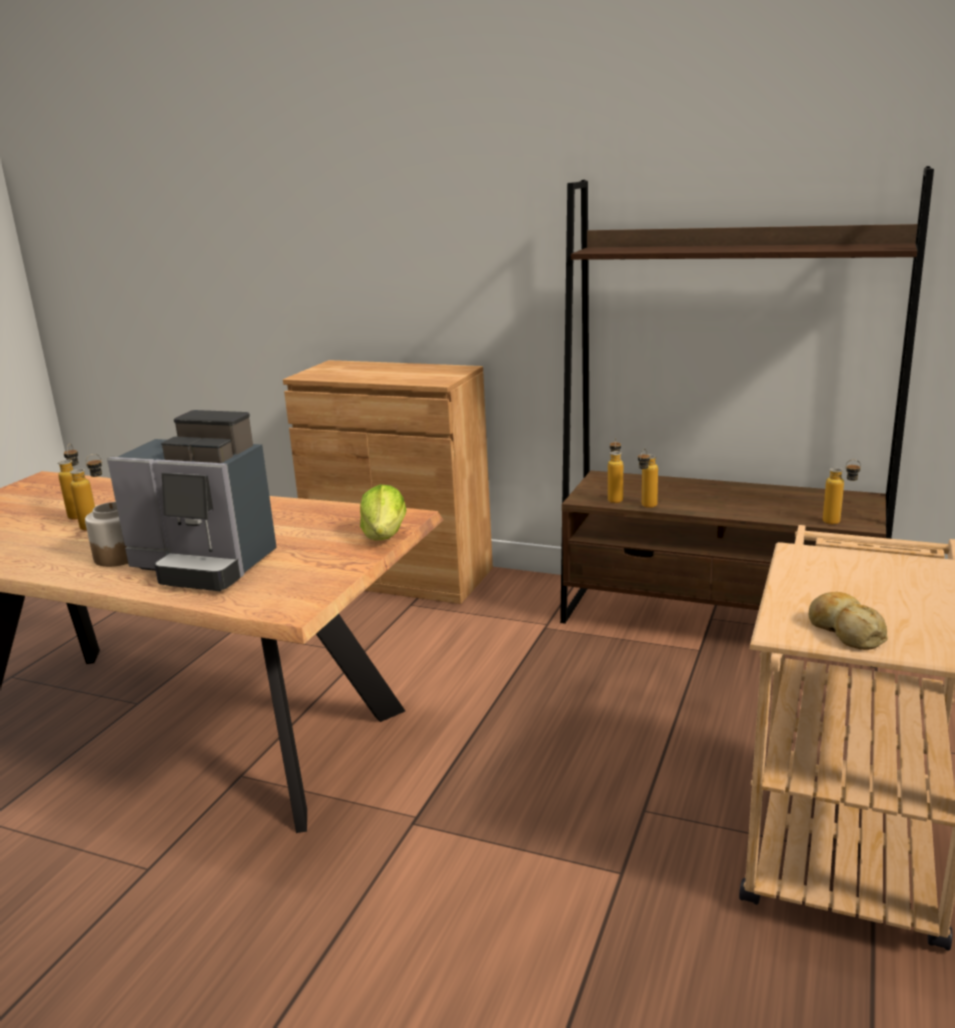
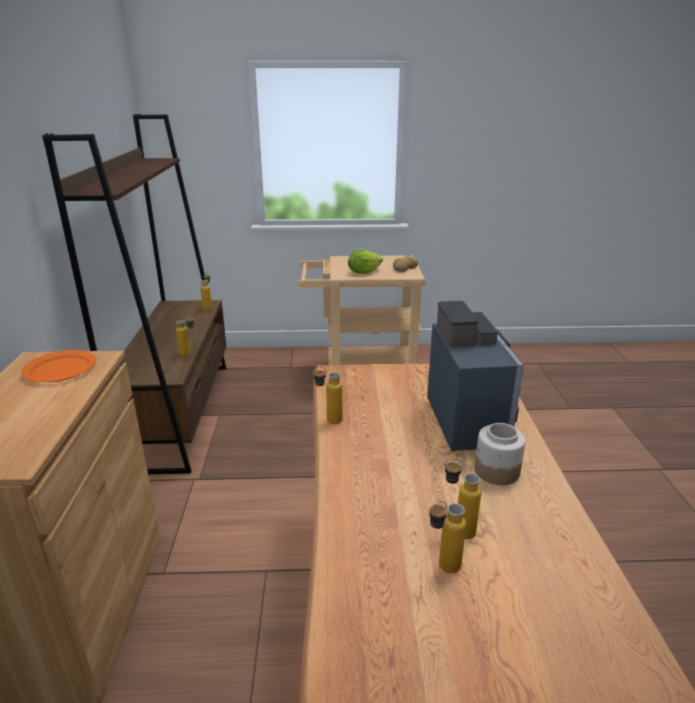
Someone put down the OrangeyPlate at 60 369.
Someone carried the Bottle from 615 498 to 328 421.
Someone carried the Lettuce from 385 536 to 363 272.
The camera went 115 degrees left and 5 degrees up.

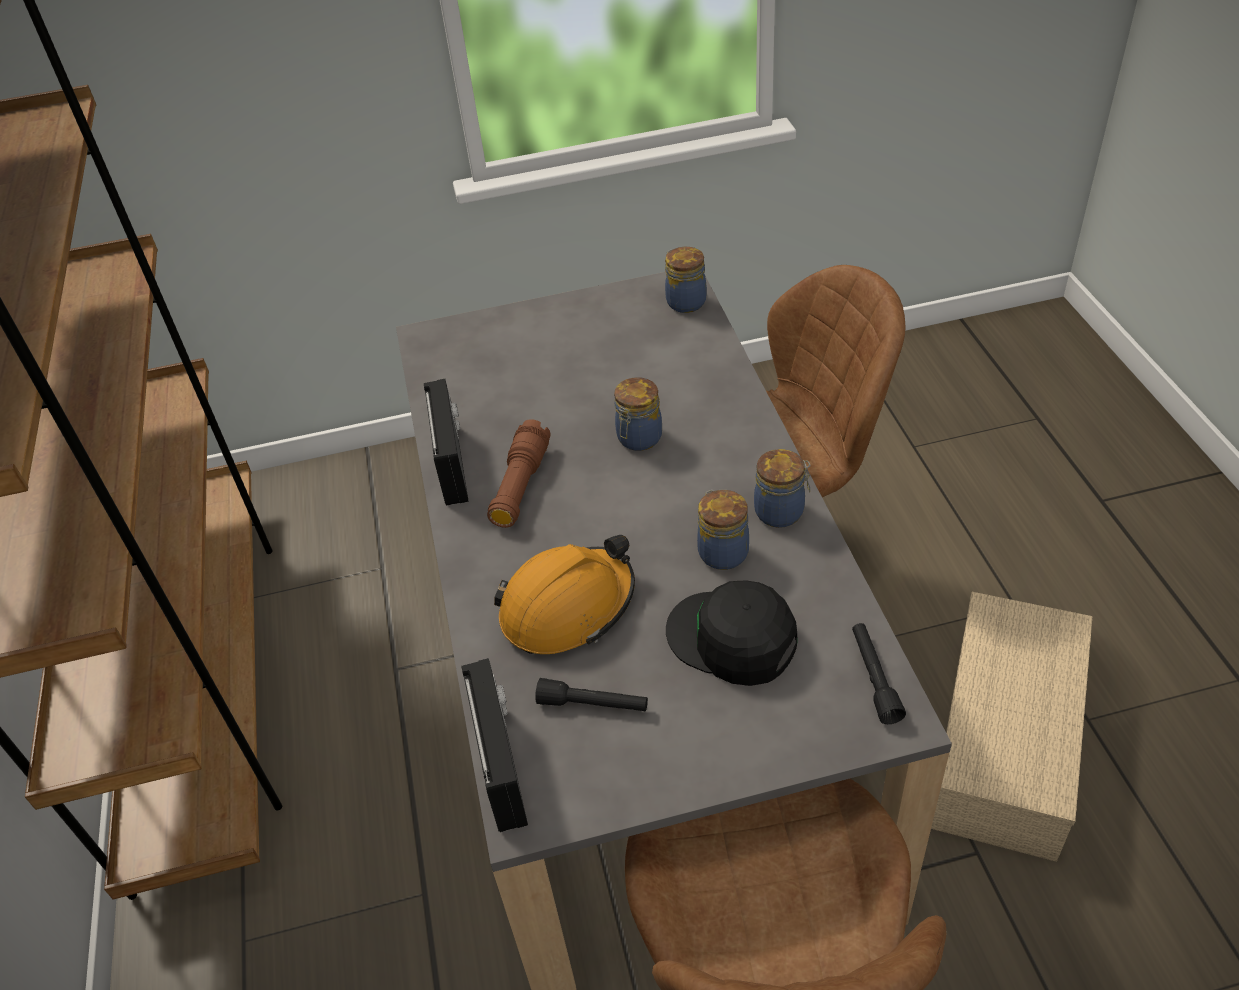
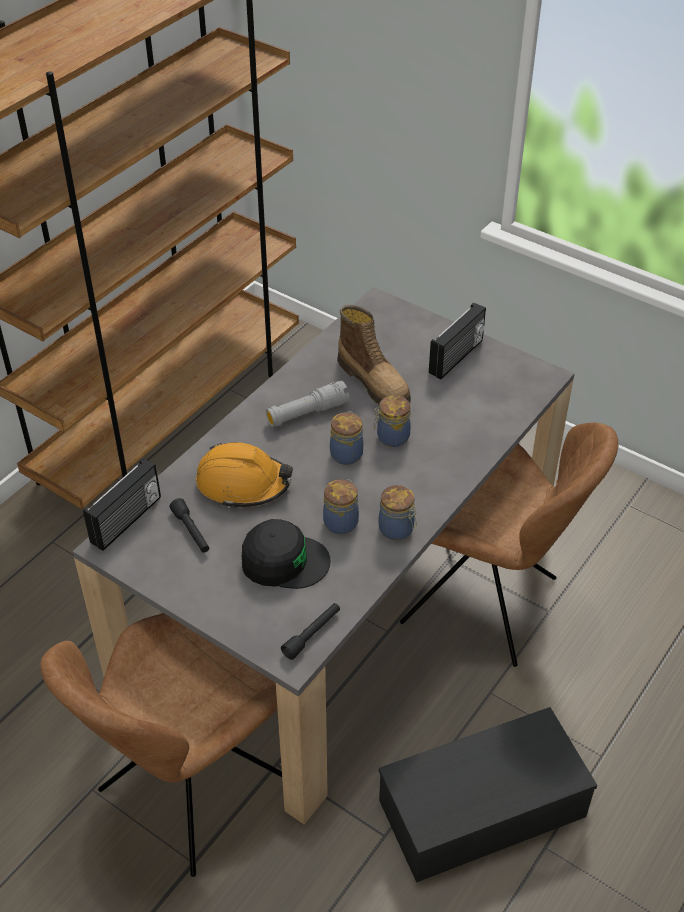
Someone rotated the BlackishCap at 732 639 by 105 degrees clockwise.
Someone repainted the BrownishTorch at 520 485, which became the GreyTorch at 307 413.
Someone carried the StorageJar from 685 301 to 346 453.
Someone put down the HighTopBoot at 375 382.
Someone repainted the SandColouredStorageBin at 1008 745, which became the BlackishStorageBin at 480 811.
Someone carried the RadioReceiver from 454 464 to 457 357.
The camera went 45 degrees right and 0 degrees up.

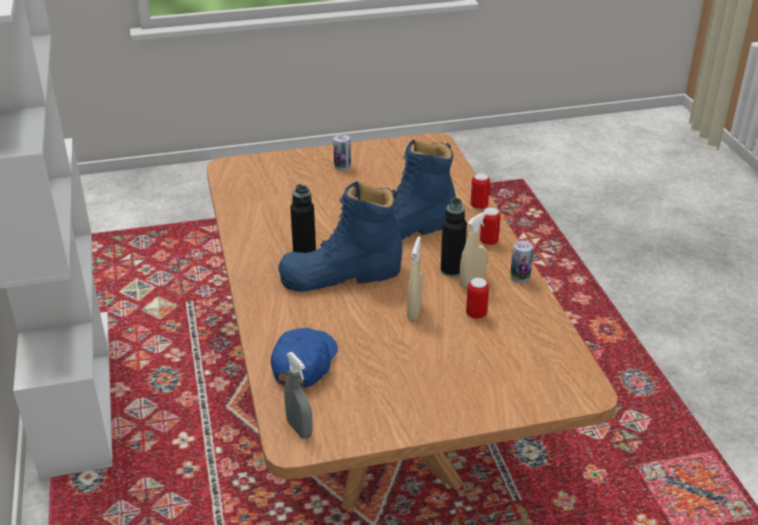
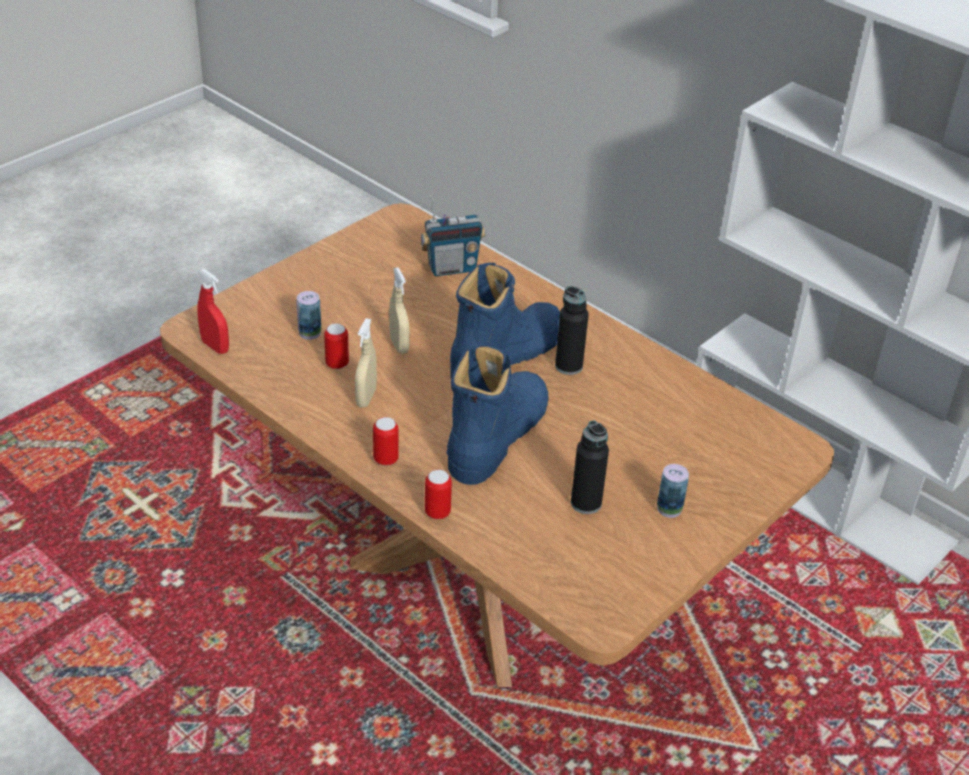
Someone put down the ReddishSprayBottle at 215 346.
Someone carried the MetalCan from 520 277 to 310 333.
Someone swapped the BlueColouredCap at 304 363 for the RadioReceiver at 452 268.
Someone carried the BlackishBottle from 452 270 to 586 503.
Someone took away the GreySprayBottle at 299 429.
The camera went 145 degrees right and 5 degrees up.

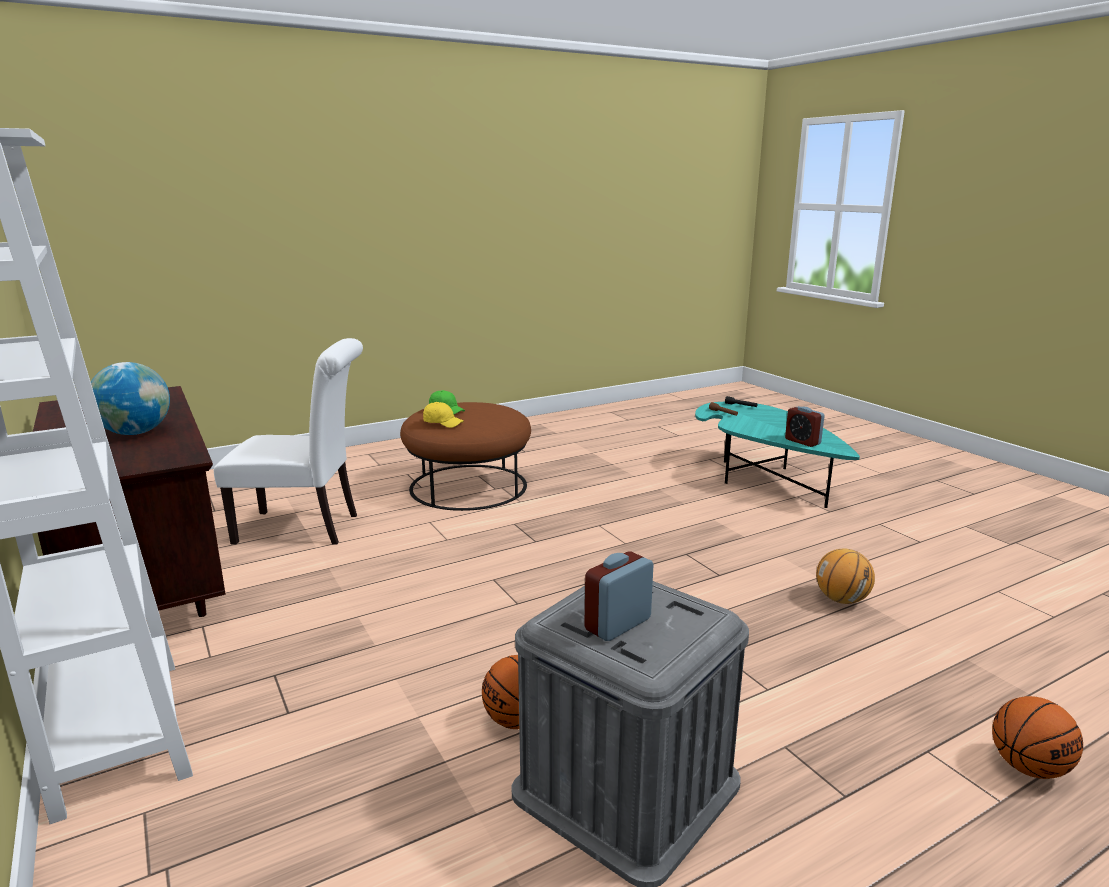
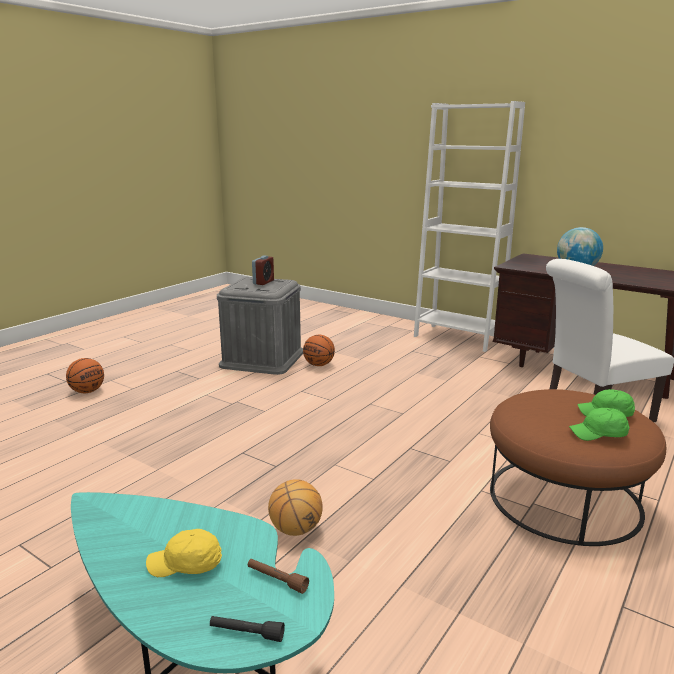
Someone carried the YellowishCap from 443 423 to 186 565.
Someone carried the BasketballBall from 842 600 to 295 530.
Someone put down the GreenCap at 599 434.
Someone took away the BedsideClock at 802 441.
The camera went 155 degrees right and 0 degrees up.

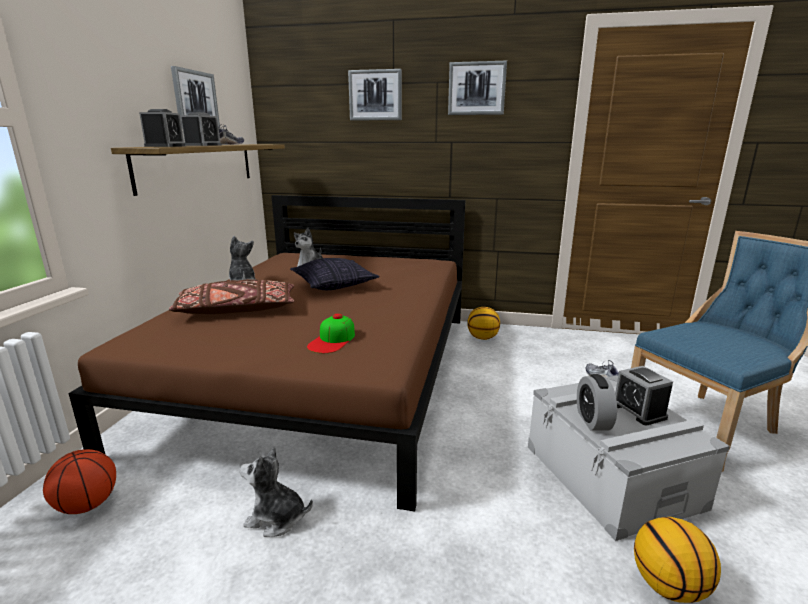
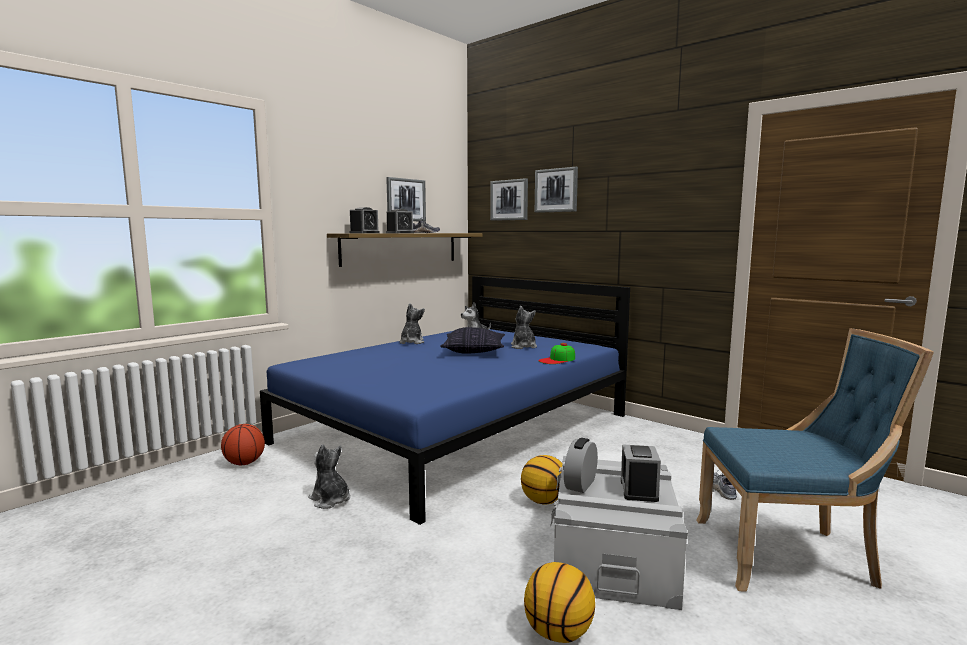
Someone repainted the BrownishBed at 326 372, which became the BlueColouredBed at 457 428.
Someone carried the WallPicture from 476 88 to 509 200.
Someone put down the CuddlyToy at 523 347.
Someone carried the BasketballBall from 482 338 to 544 501.
Someone carried the Cap from 332 340 to 557 360.
Someone took away the BrownishCushion at 237 310.
The camera went 30 degrees right and 10 degrees down.

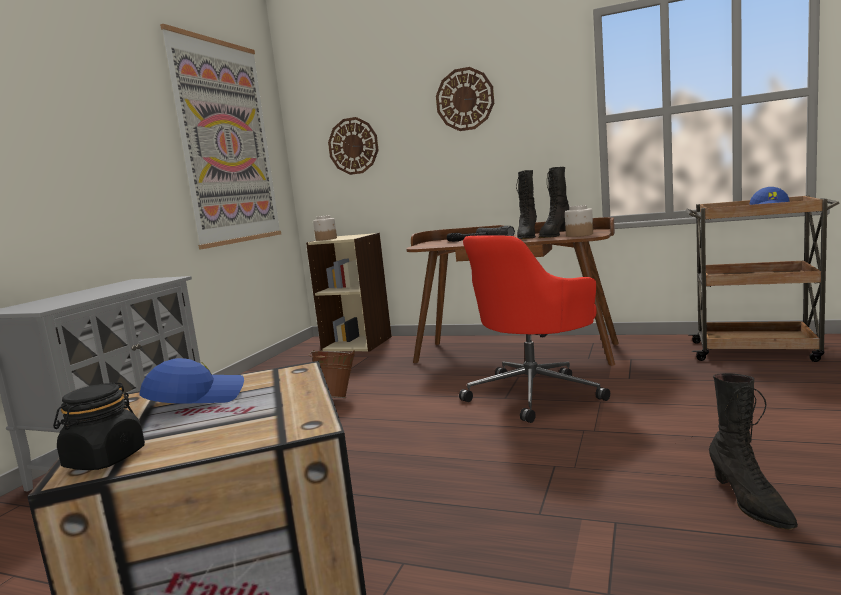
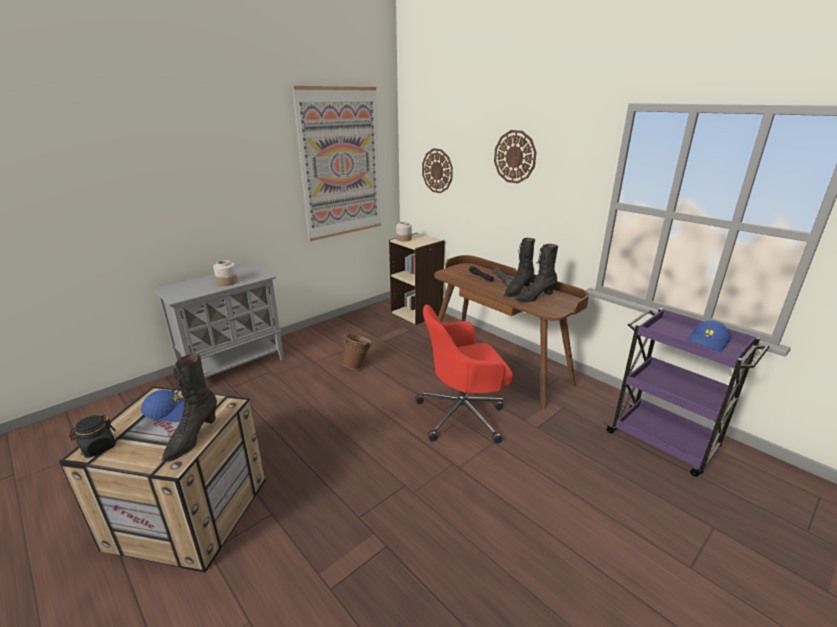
Someone carried the BlackishHighTopBoot from 749 502 to 192 438.
Someone carried the StorageJar from 579 235 to 227 282.
Someone repainted the BrownishTrolley at 756 351, which became the PurplishTrolley at 664 441.
The camera went 25 degrees right and 15 degrees up.

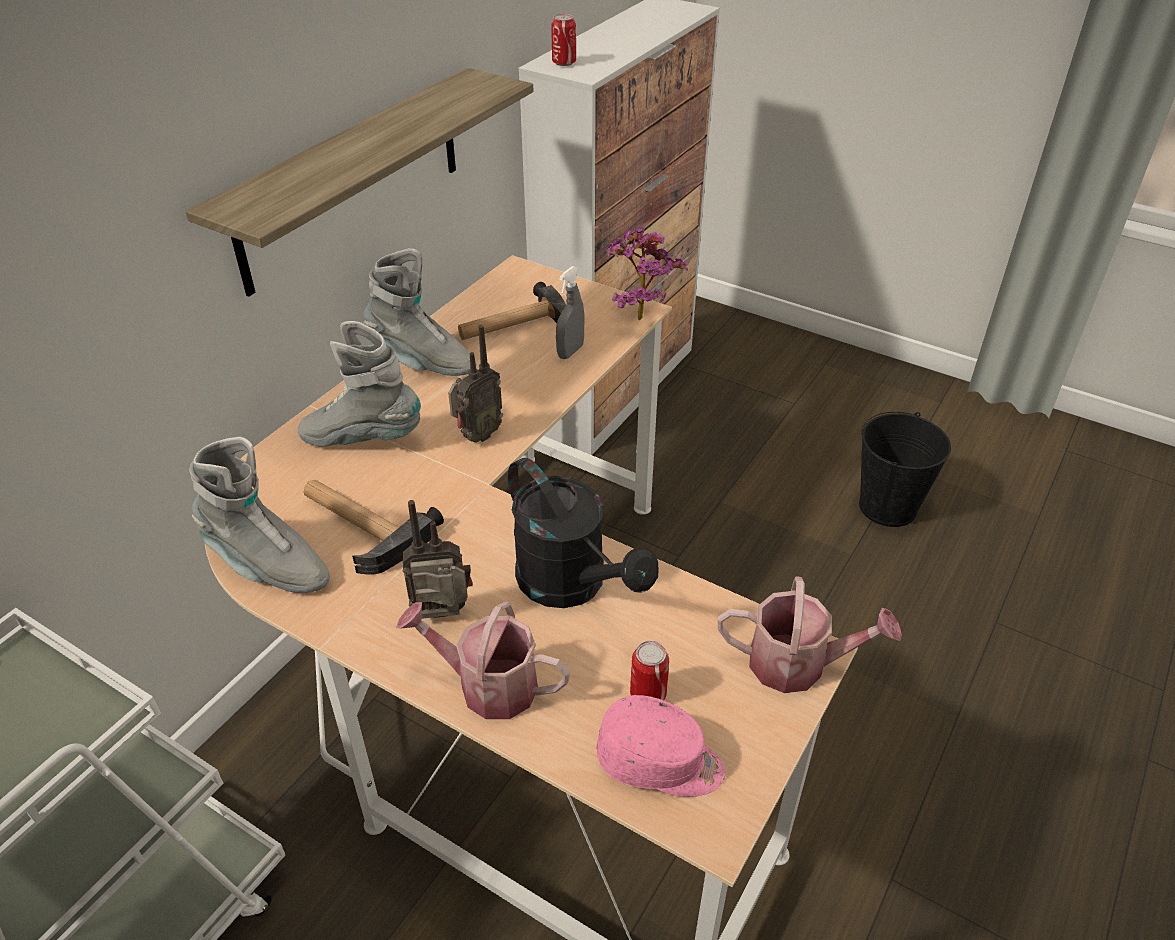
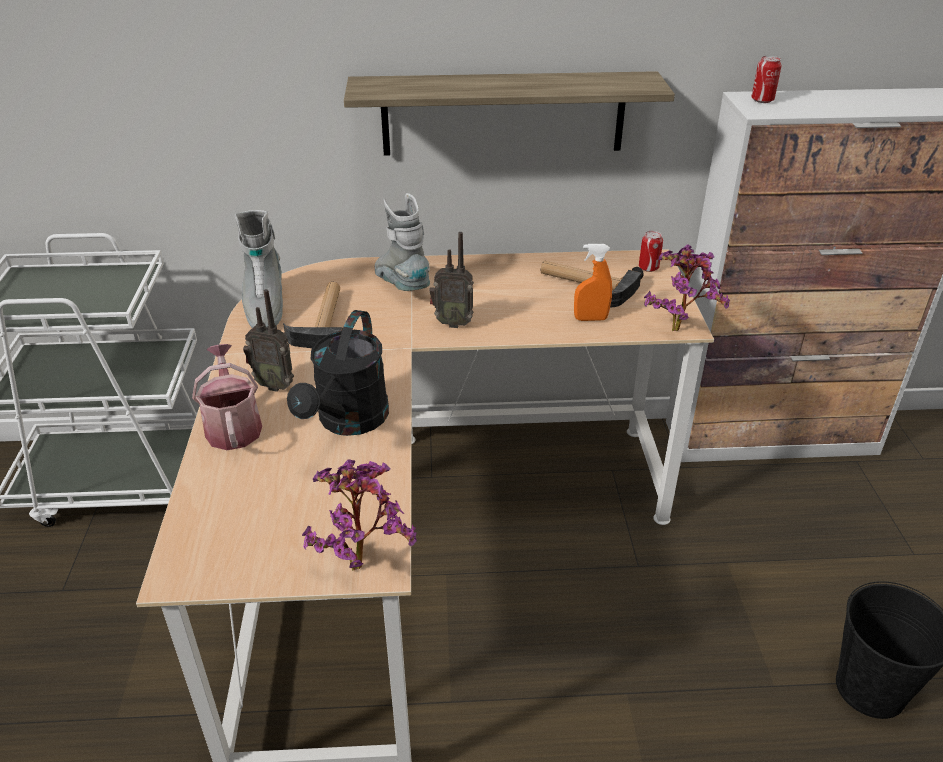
Someone rotated the RadioReceiver at 443 618 by 150 degrees clockwise.
Someone swapped the WateringPot at 798 664 for the PottedPlant at 362 562.
Someone repainted the GreySprayBottle at 570 351, which became the OrangeySprayBottle at 590 319.
Someone carried the MetalCan from 648 694 to 648 268.
Someone took away the GreyHighTopBoot at 422 362.
Someone took away the PinkishCap at 660 762.
The camera went 55 degrees right and 5 degrees down.

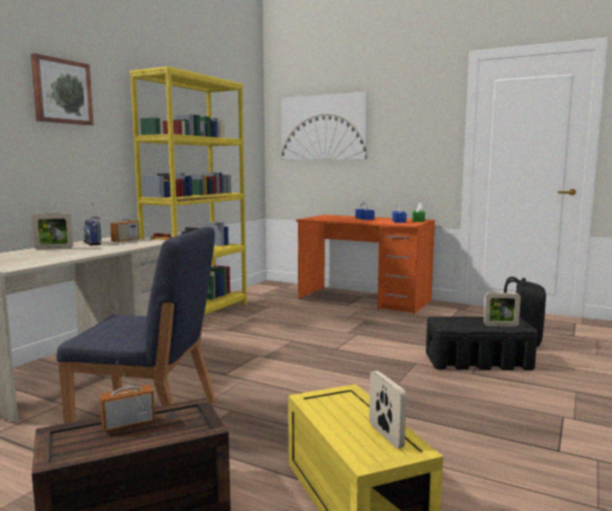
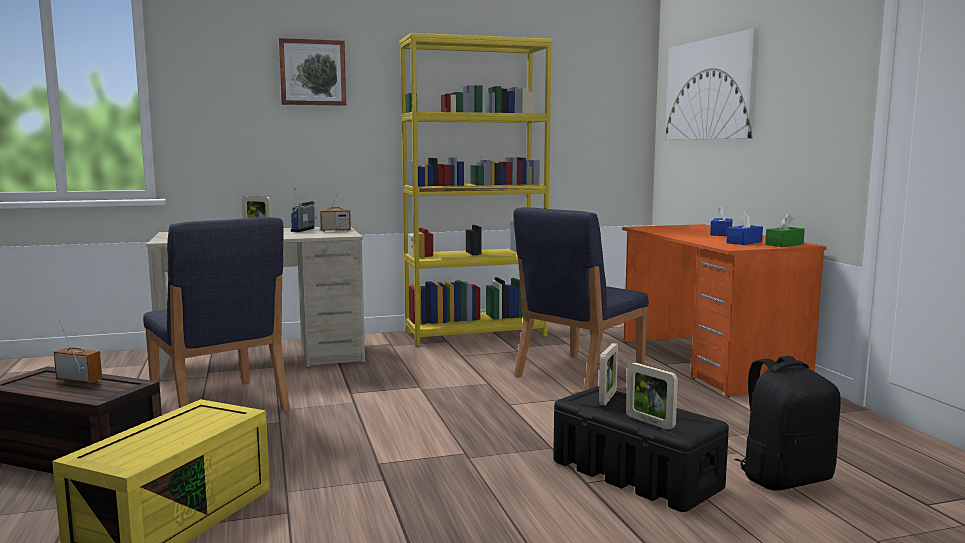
Someone put down the BlueColouredChair at 578 374.
Someone carried the StandingFrame from 386 435 to 607 398.
The camera went 45 degrees right and 0 degrees up.

